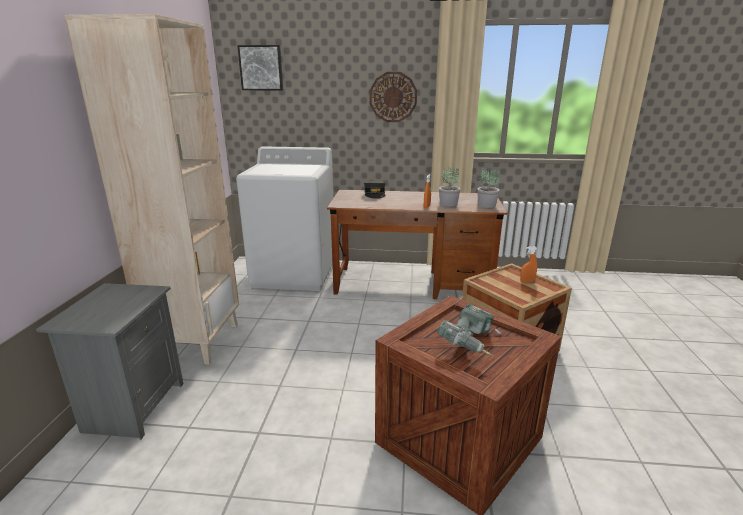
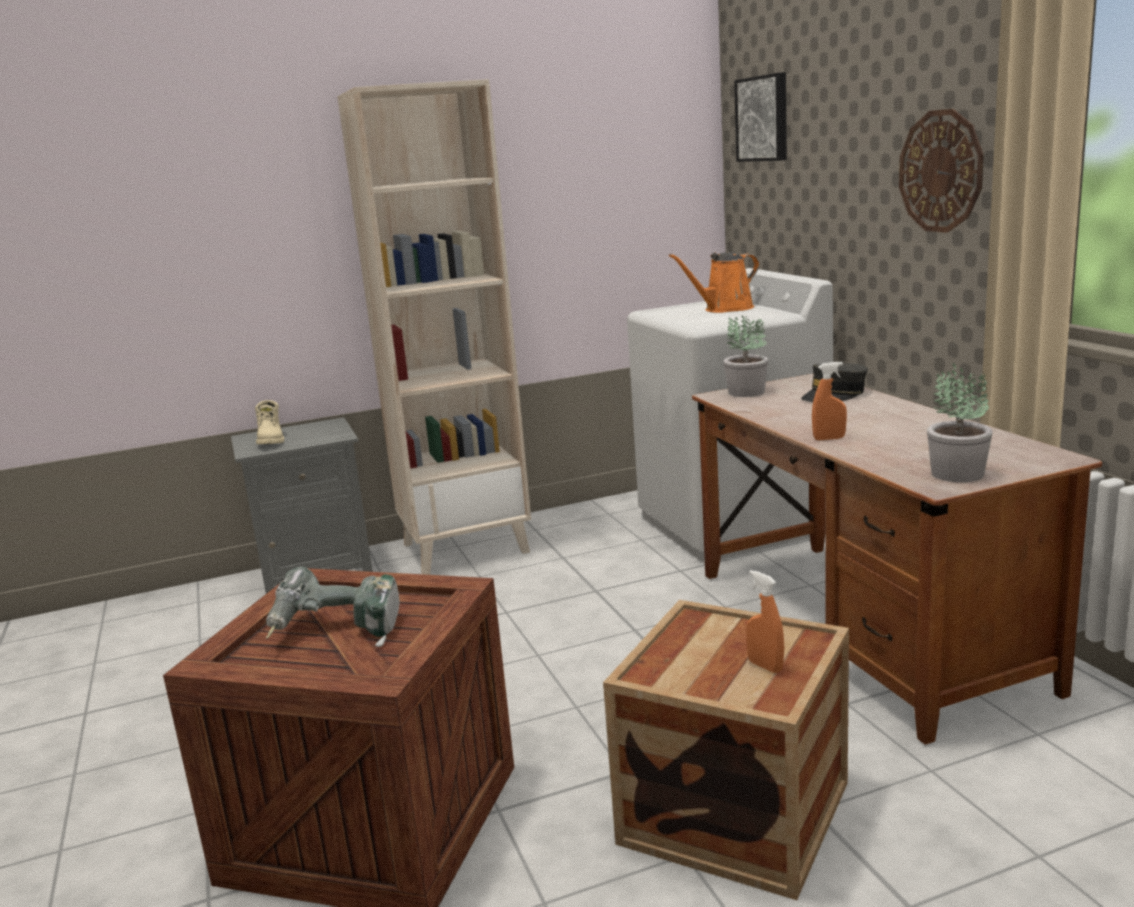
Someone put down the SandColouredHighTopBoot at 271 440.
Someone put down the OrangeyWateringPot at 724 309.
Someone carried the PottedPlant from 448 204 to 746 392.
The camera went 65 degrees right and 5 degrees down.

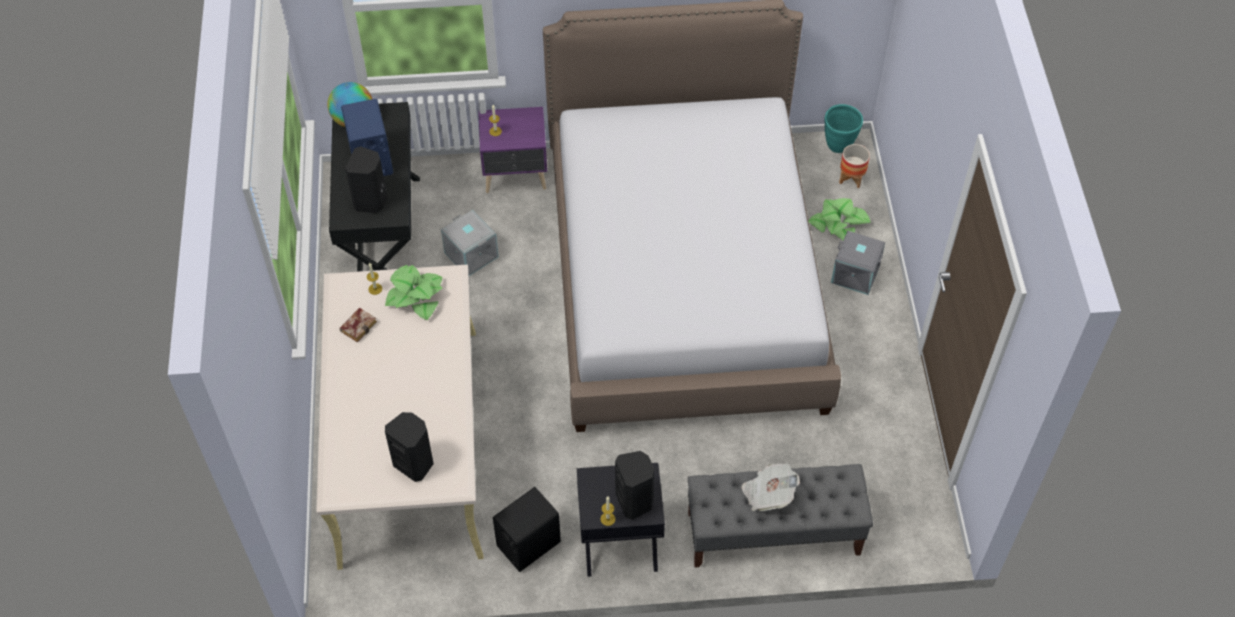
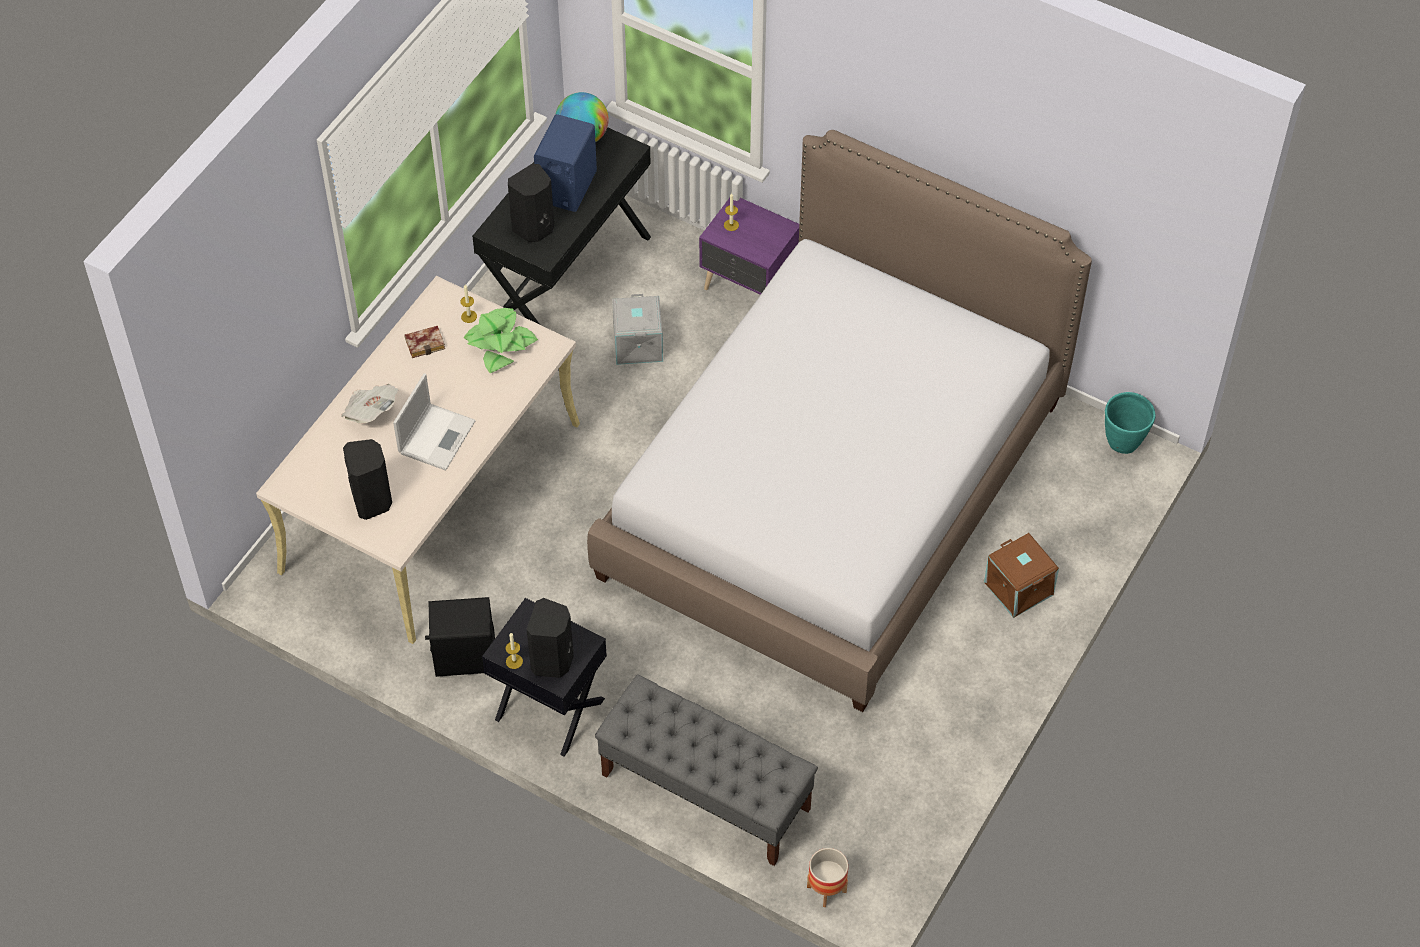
Someone carried the Newspaper from 768 494 to 371 412.
Someone put down the PortableComputer at 437 436.
Someone carried the FlowerPot from 851 178 to 826 889.
Someone repainted the GreyStorageBin at 856 273, which became the BrownishStorageBin at 1019 588.
Someone took away the PottedPlant at 838 224.
The camera went 35 degrees right and 0 degrees up.

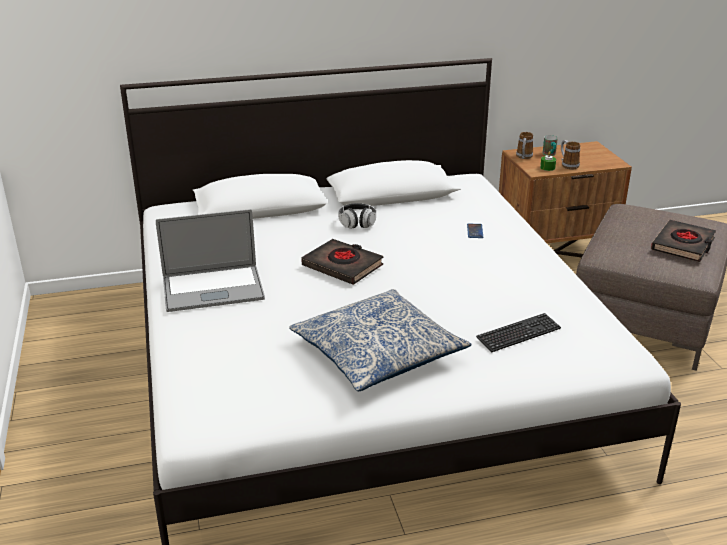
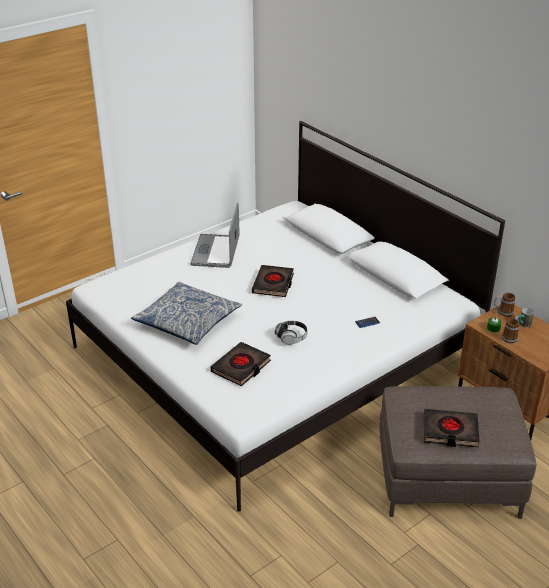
Someone rotated the PortableComputer at 213 289 by 45 degrees clockwise.
Someone swapped the ComputerKeyboard at 518 334 for the BlackishVolume at 241 367.
Someone carried the Headset from 357 223 to 291 338.
The camera went 65 degrees right and 5 degrees up.

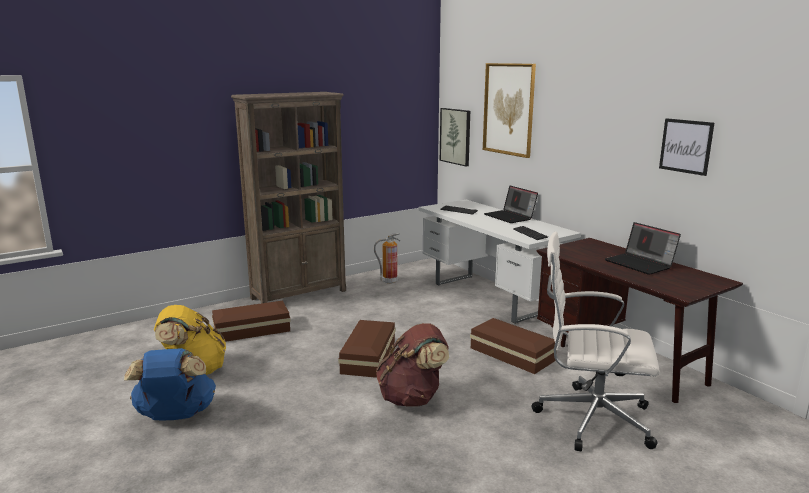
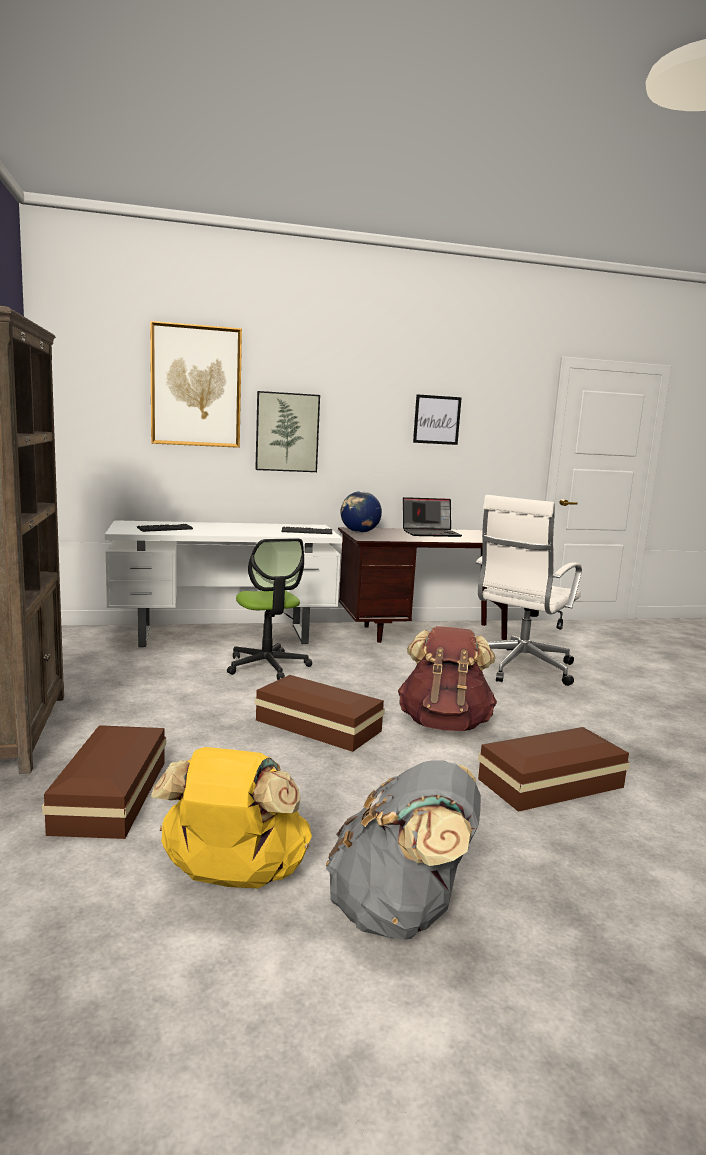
Someone put down the DeskChair at 267 666.
Someone carried the WallPicture from 455 136 to 287 432.
Someone repainted the BlueColouredKnapsack at 175 416, which became the GreyKnapsack at 400 912.
Someone put down the WorldGlobe at 359 532.
Someone carried the BrownishStorageBin from 512 355 to 553 783.
Someone took away the FireFightingCylinder at 389 281.
Someone took away the PortableComputer at 510 217.
The camera went 70 degrees left and 5 degrees down.

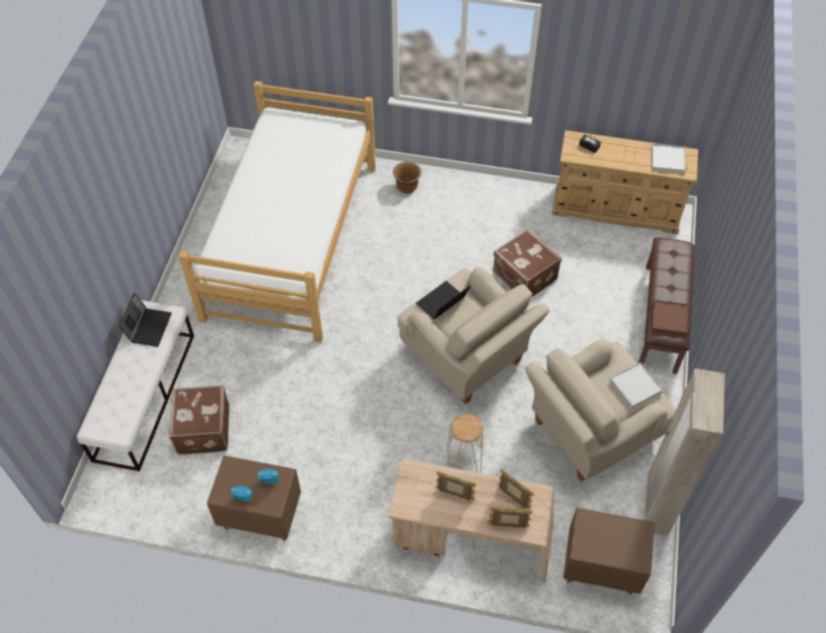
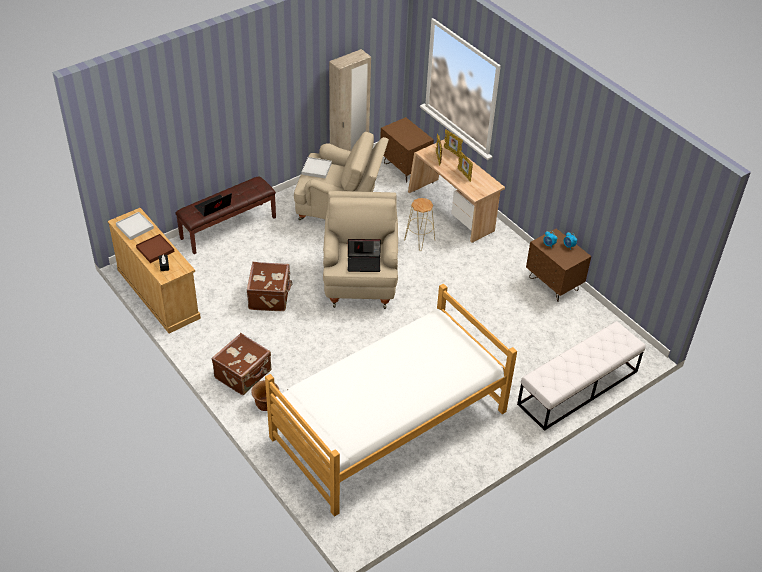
Someone carried the BrownishTray from 669 319 to 155 249.
Someone carried the PortableComputer from 148 327 to 213 208.
Someone carried the BrownishSuitcase from 202 430 to 244 375.
The camera went 140 degrees left and 10 degrees down.

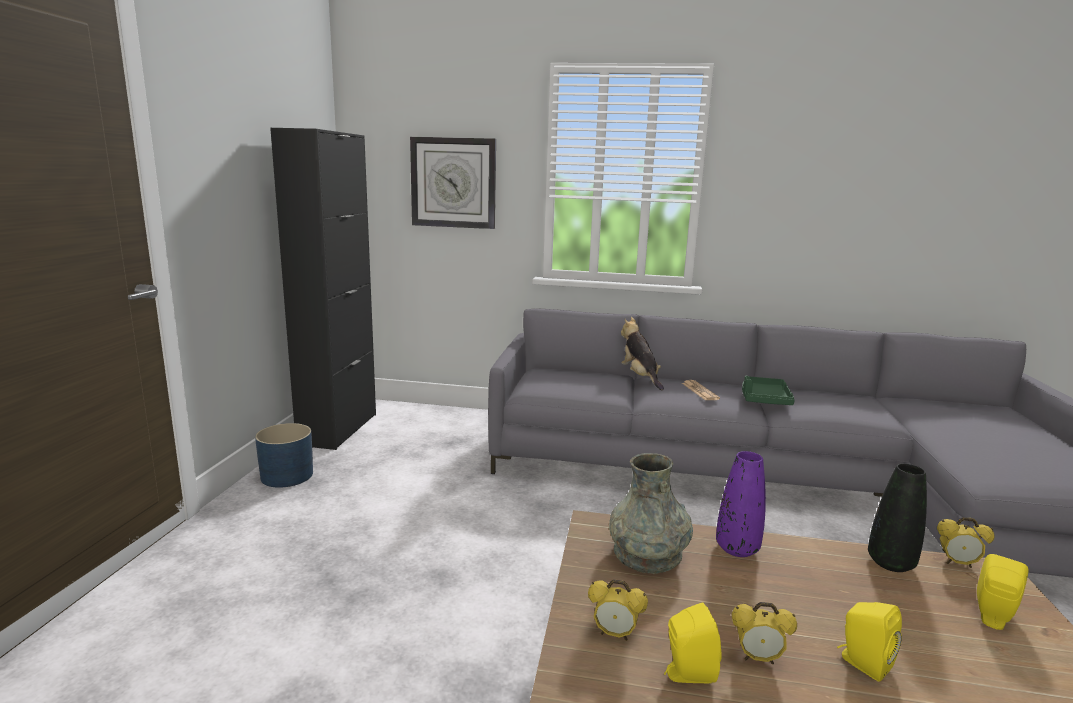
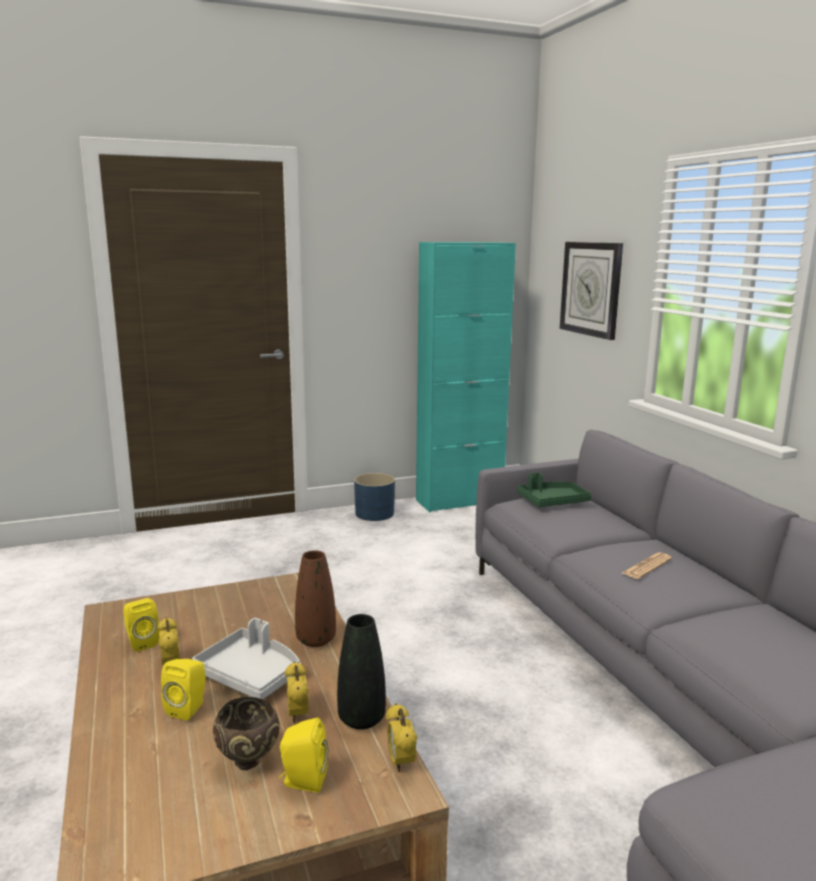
Someone put down the GreyTray at 250 675.
Someone put down the BrownishBowl at 249 762.
Someone carried the BedsideClock from 614 634 to 297 715.
Someone repainted the PurplishDecorativeVase at 737 549, which became the BrownishDecorativeVase at 316 640.
Someone repainted the BlackishCupboard at 338 429, which became the TurquoiseColouredCupboard at 459 501.
Someone carried the GreenTray from 764 399 to 552 502.
Someone took away the GreyDecorativeVase at 647 554.
Someone took away the CuddlyToy at 640 377.
The camera went 60 degrees right and 0 degrees up.

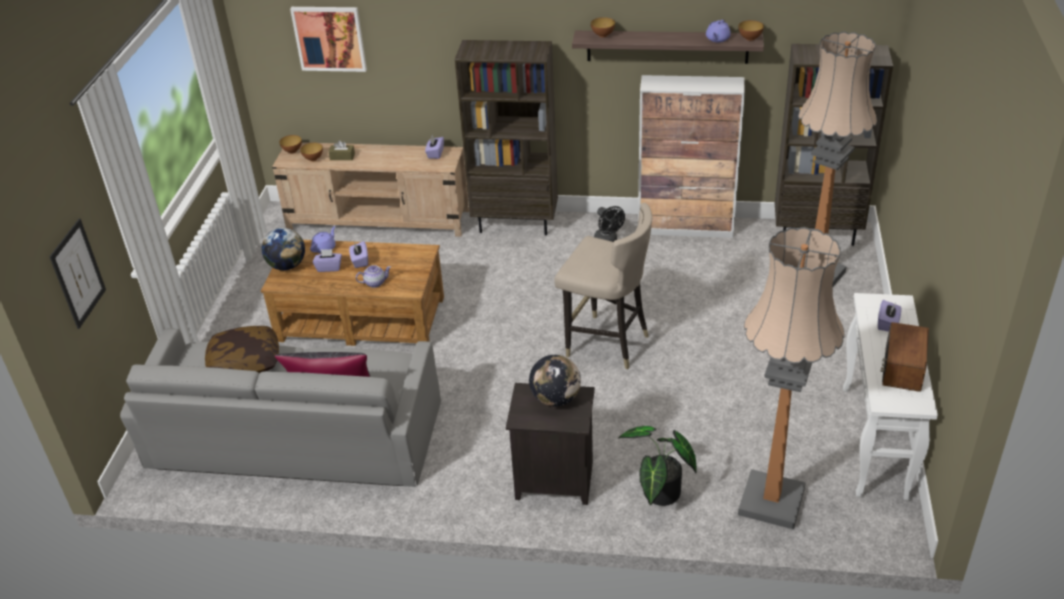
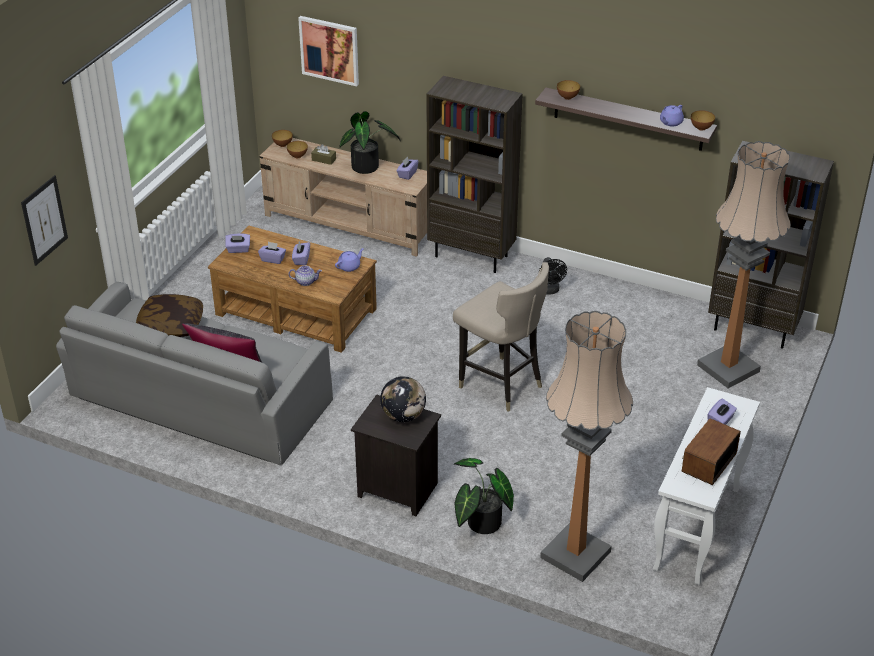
Someone swapped the WorldGlobe at 287 266 for the PurplishTissueBox at 238 249.
Someone carried the PurplishTeapot from 324 248 to 349 266.
Someone put down the PottedPlant at 368 167.
Someone took away the Cupboard at 686 227.
The camera went 15 degrees right and 0 degrees up.

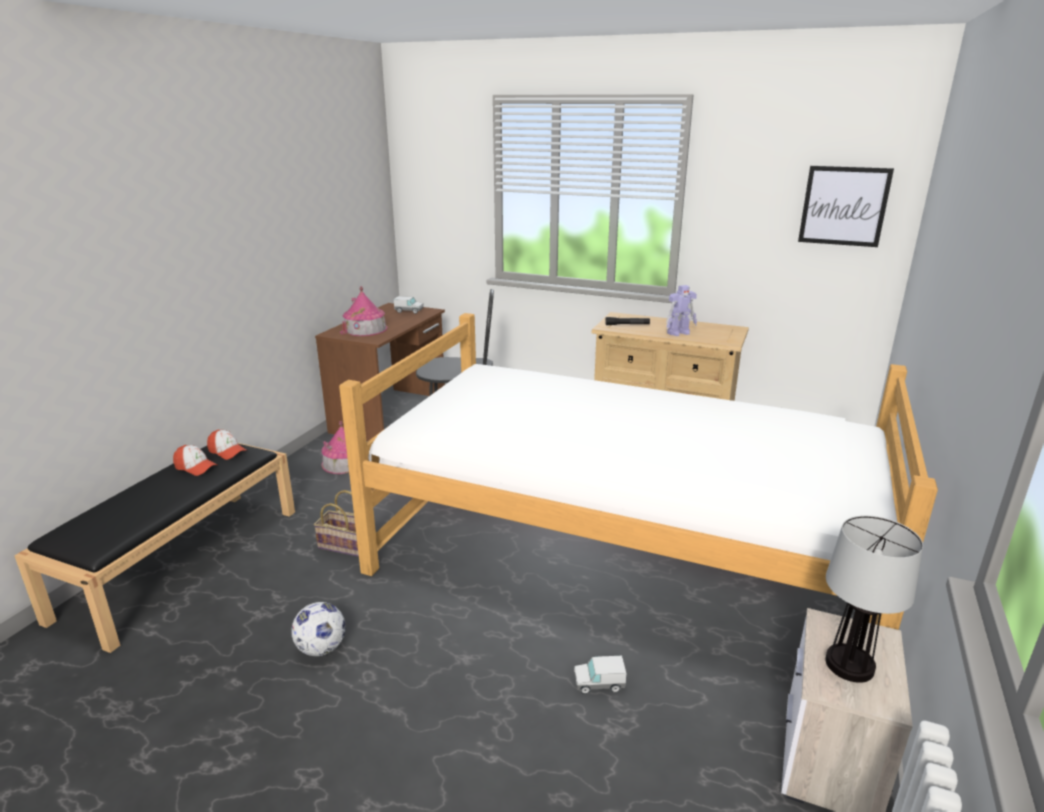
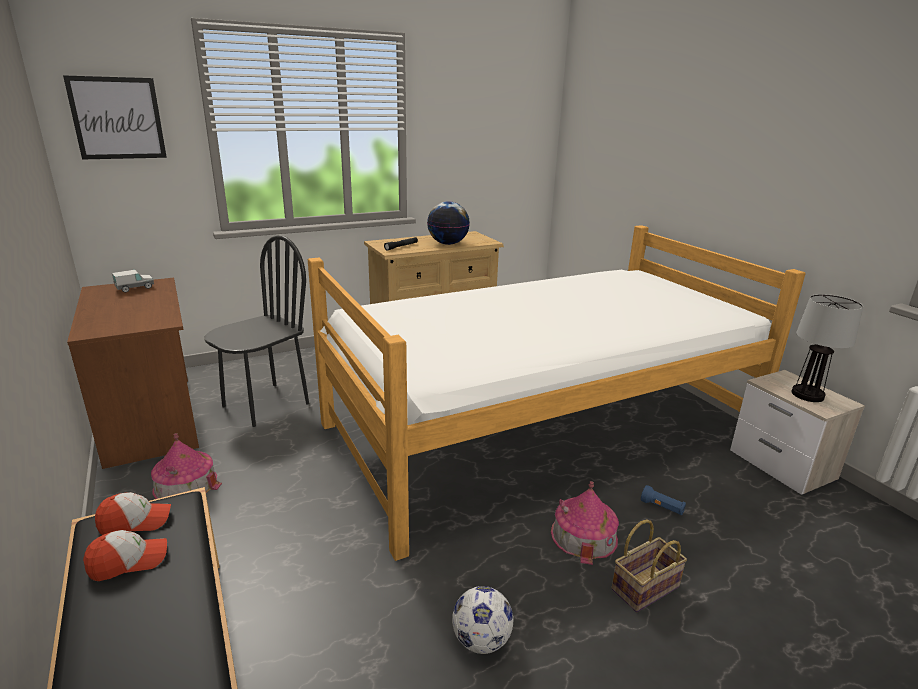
Someone carried the WallPicture from 844 206 to 117 118.
Someone swapped the RobotFigure at 679 333 for the WorldGlobe at 448 244.
Someone carried the ModelHouse from 365 329 to 584 535.
Someone carried the Basket from 347 545 to 645 586.
Someone swapped the ModelTruck at 599 684 for the BlueColouredTorch at 662 508.
The camera went 50 degrees left and 0 degrees up.

